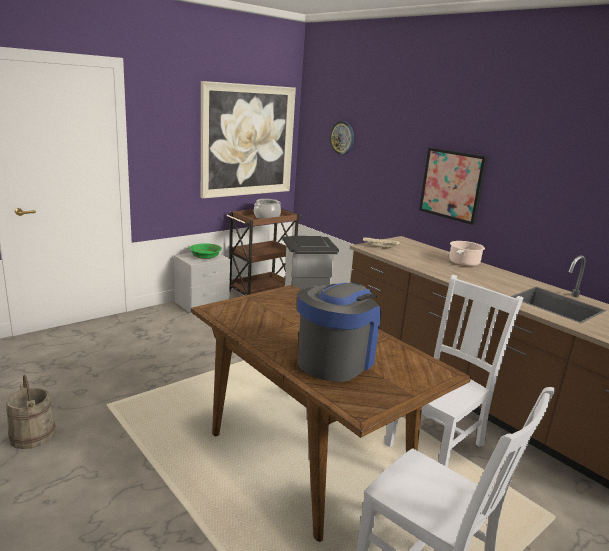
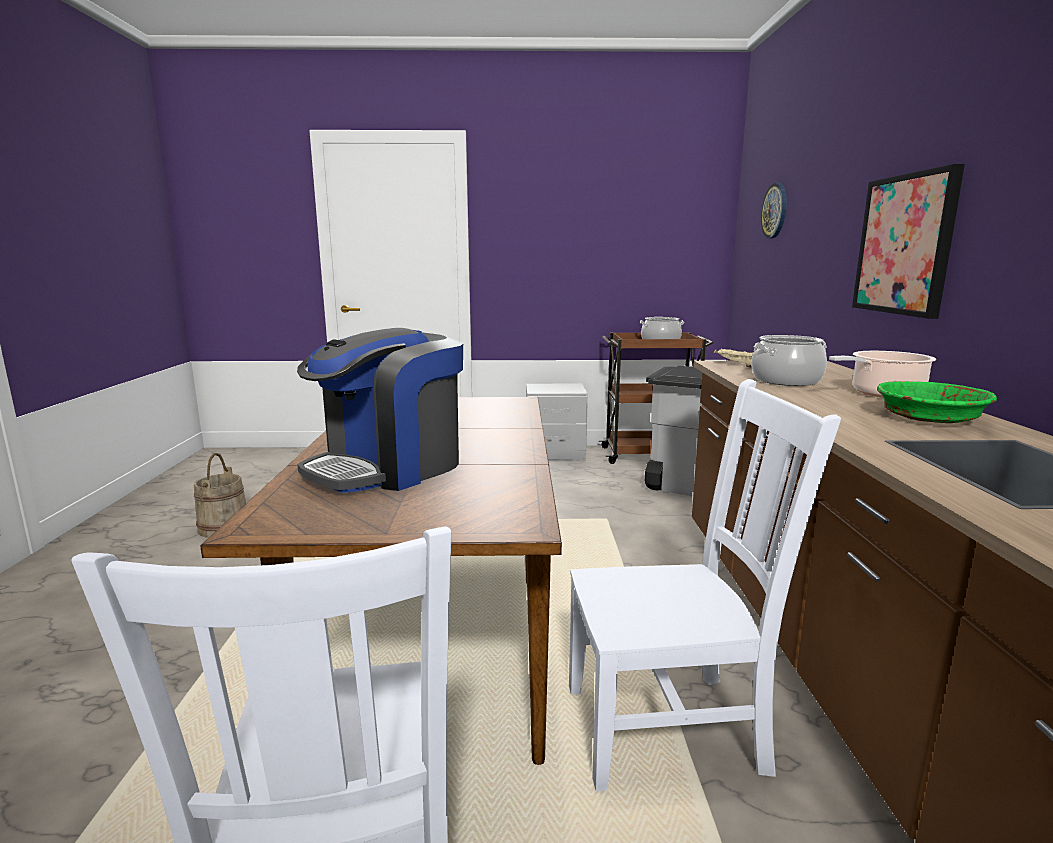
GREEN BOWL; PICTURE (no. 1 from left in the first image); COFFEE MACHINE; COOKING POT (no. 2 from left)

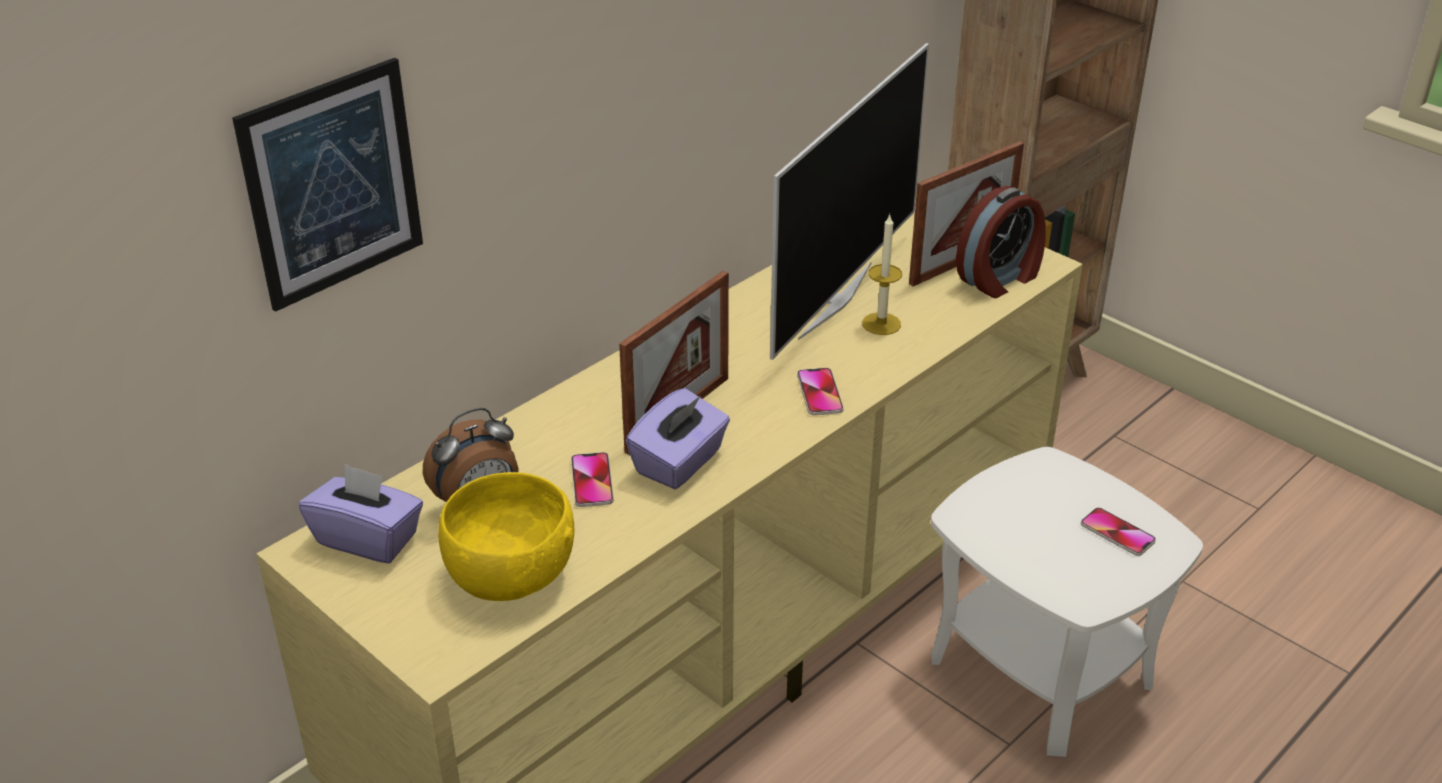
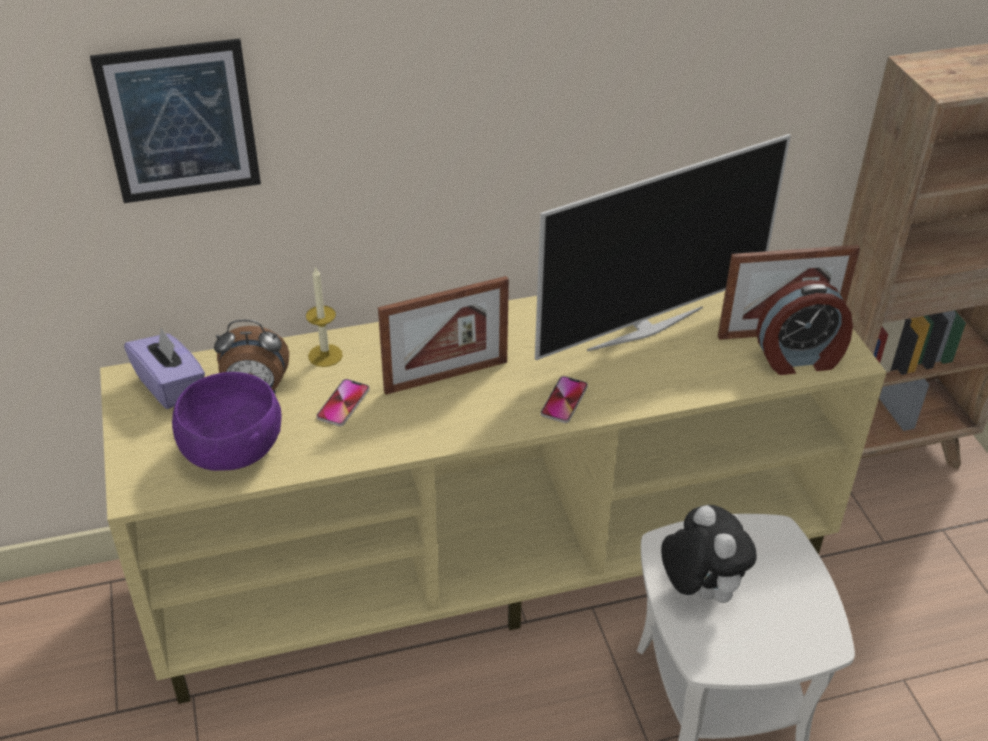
PURPLE BOWL; PURPLE TISSUE BOX (no. 2 from left in the first image); CANDLE; PHONE (no. 3 from left in the first image); PLUSH TOY

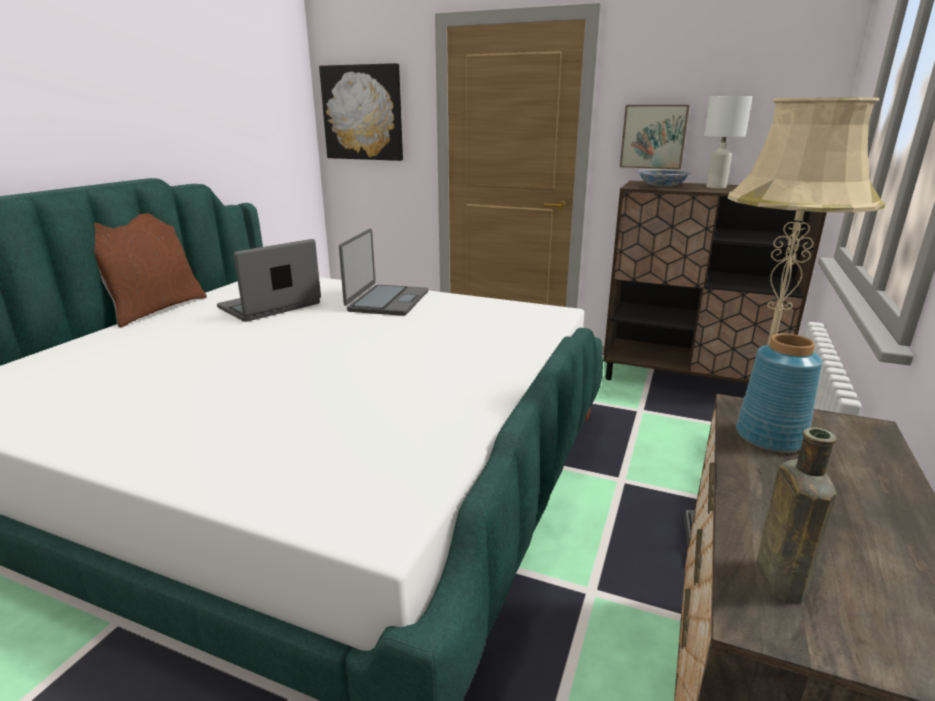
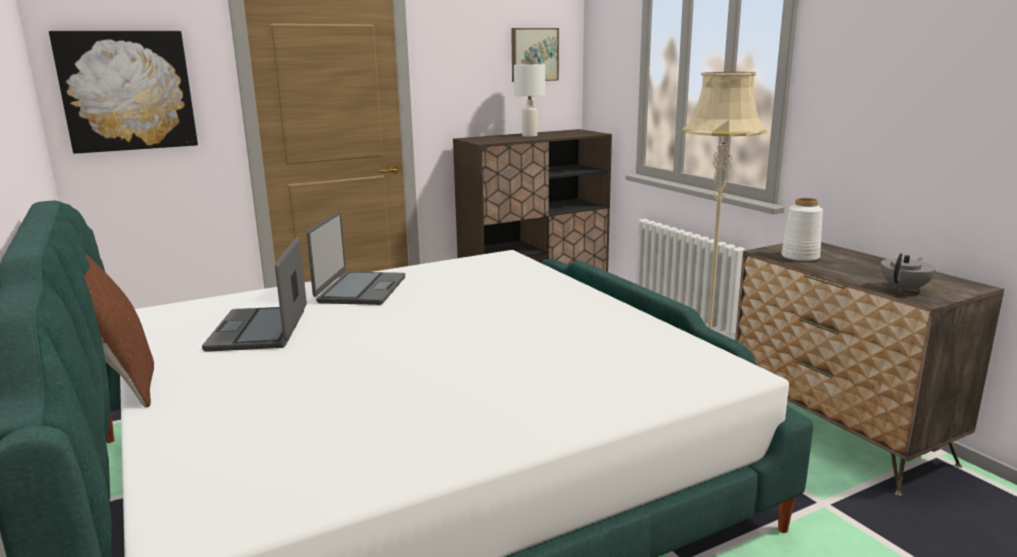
LAPTOP (no. 2 from left); PICTURE (no. 2 from left); BOWL; WHITE VASE; GREY TEAPOT

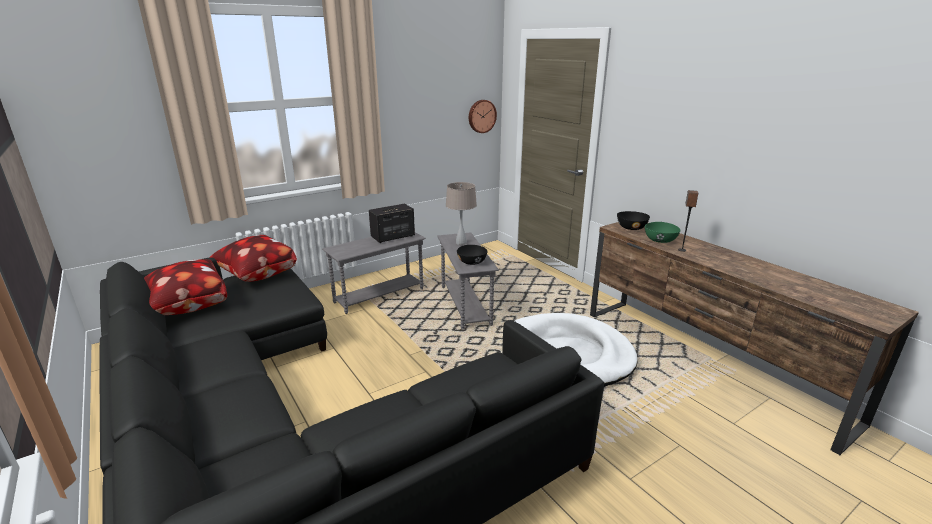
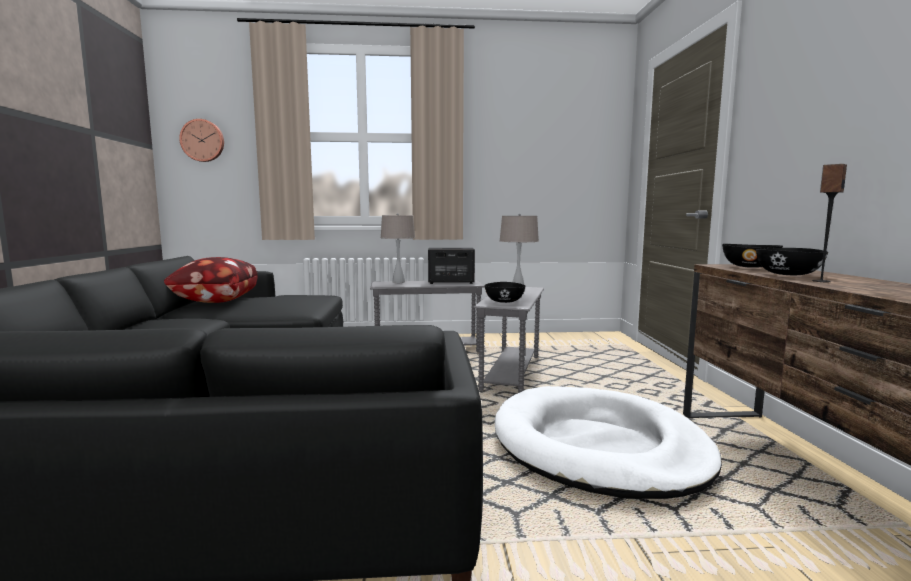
PILLOW (no. 2 from left in the first image); WALL CLOCK; BLACK BOWL (no. 3 from left); BEIGE TABLE LAMP (no. 1 from left)

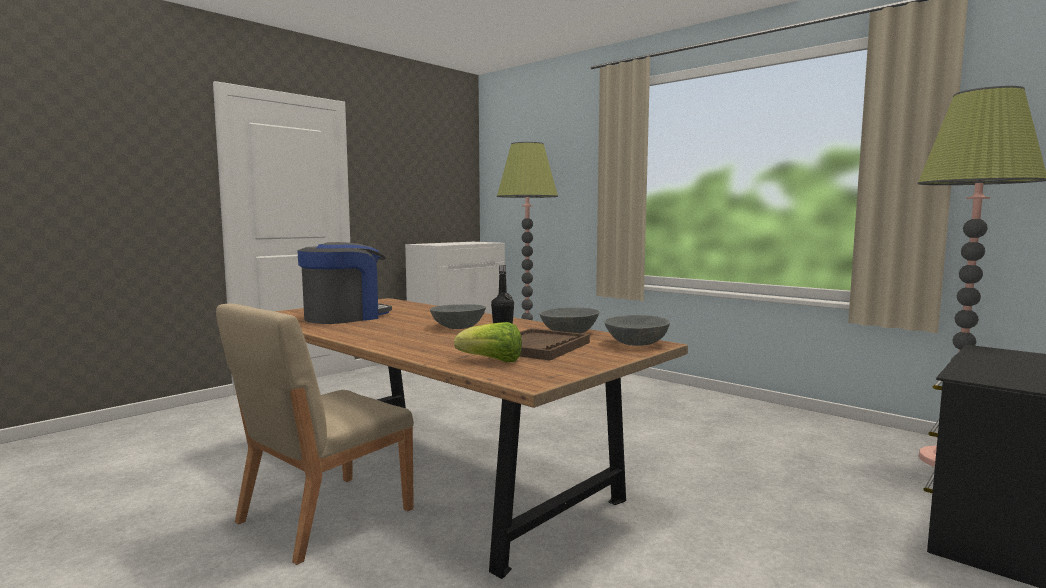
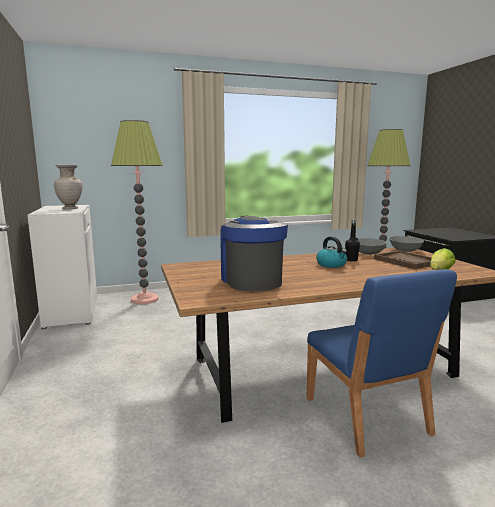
BLUE CHAIR; KETTLE; BEIGE VASE

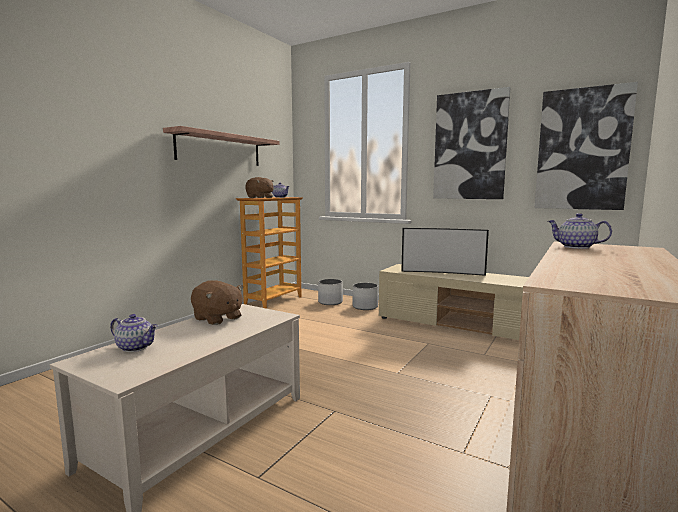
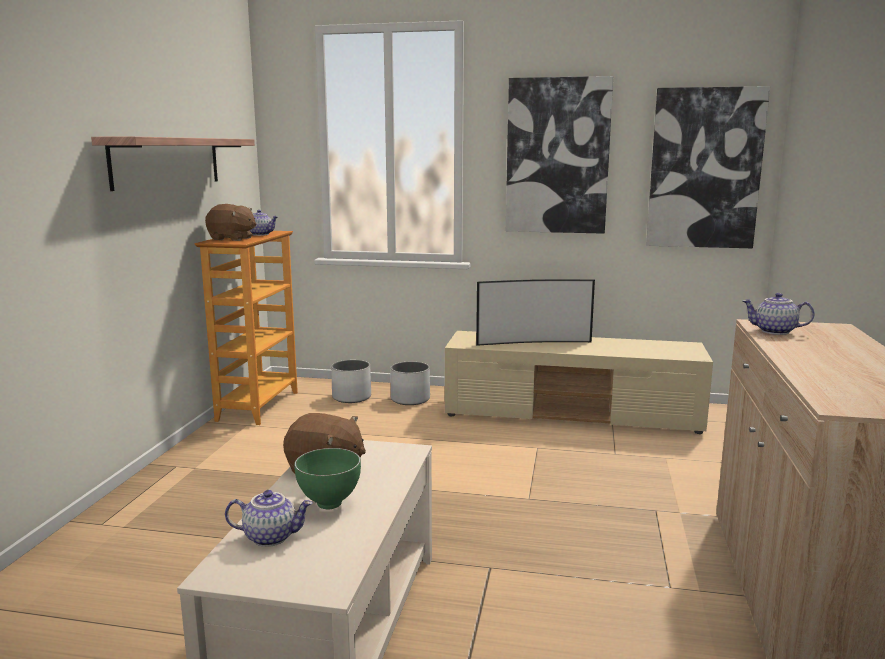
GREEN BOWL

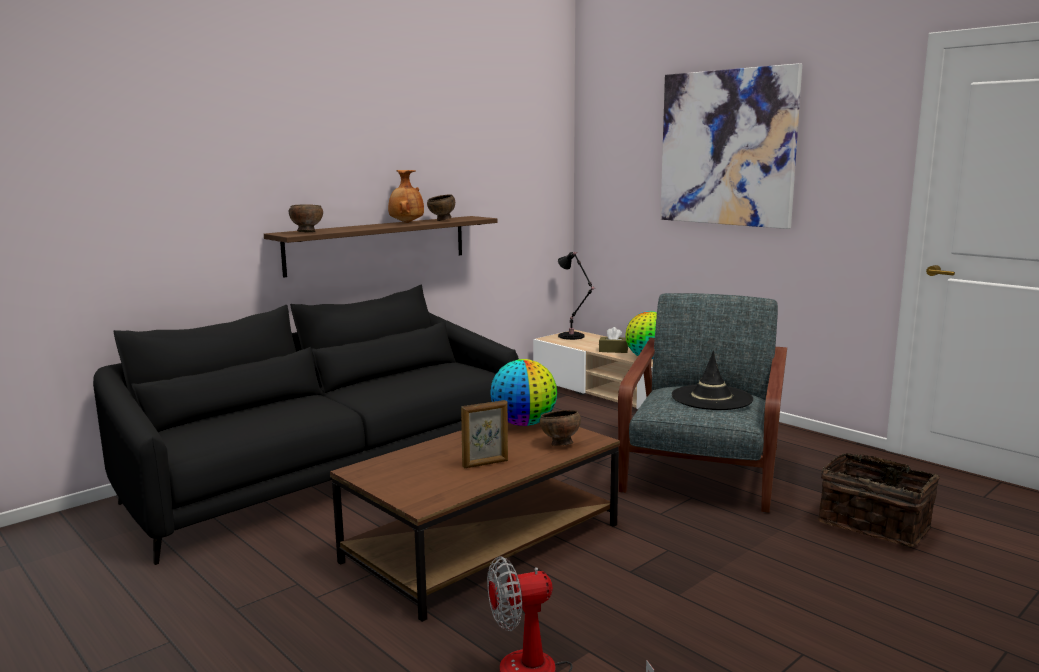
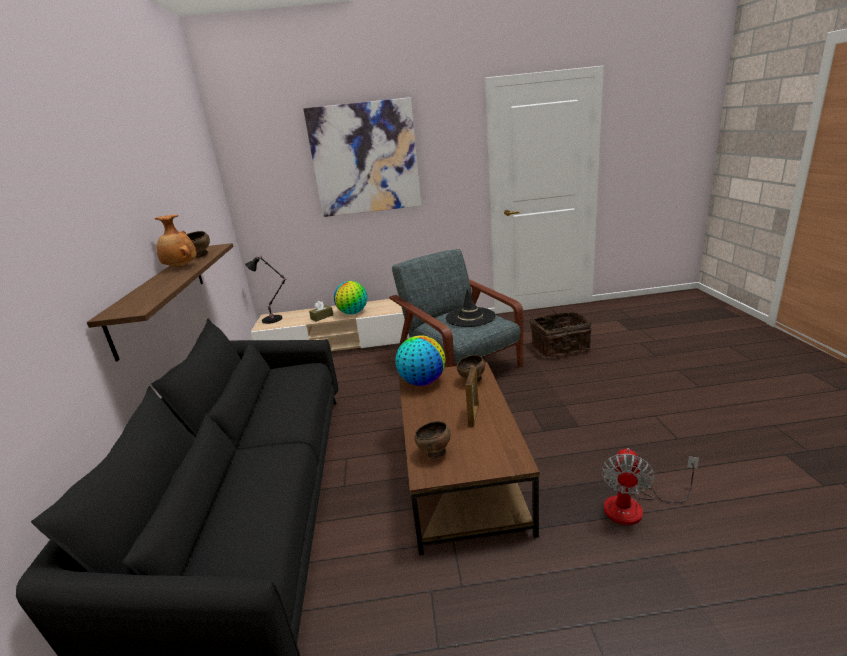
BROWN BOWL (no. 2 from left)

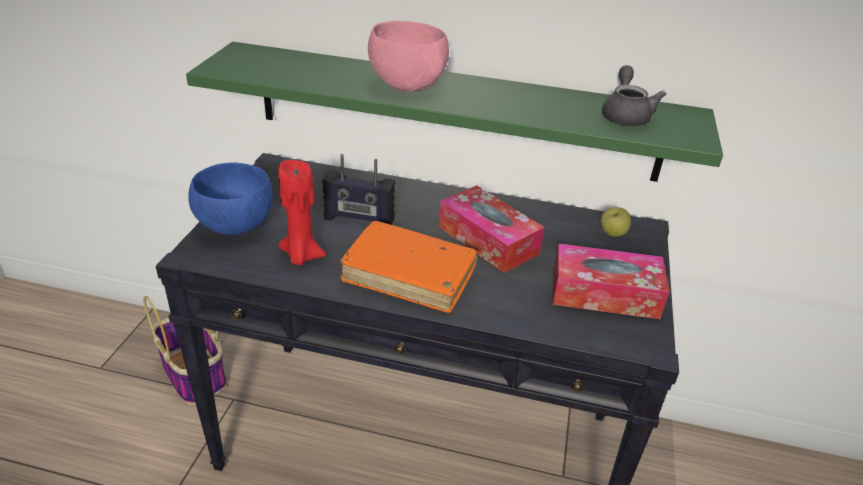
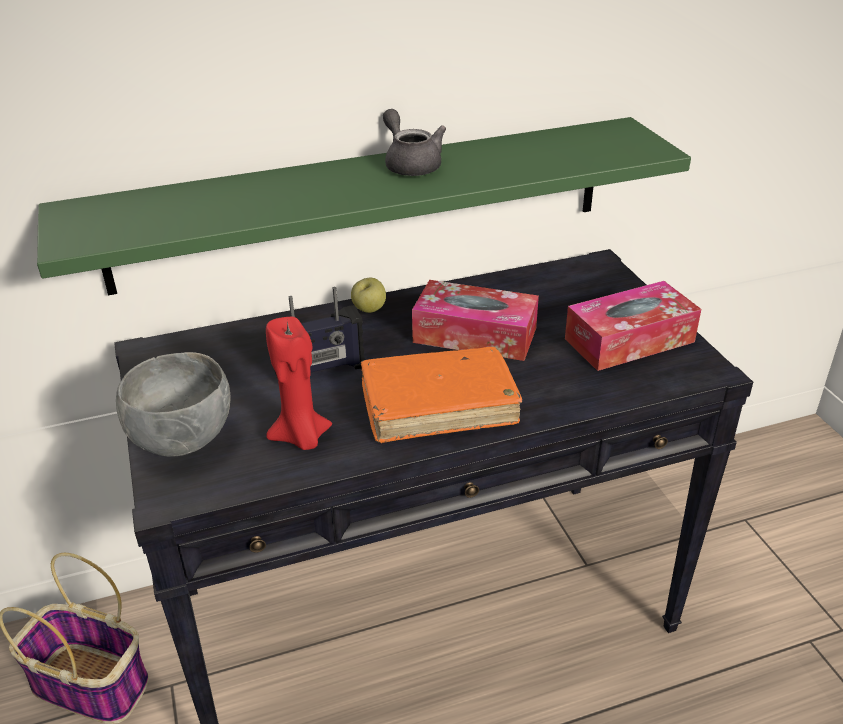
GREY BOWL; PINK BOWL; APPLE; GREY TEAPOT

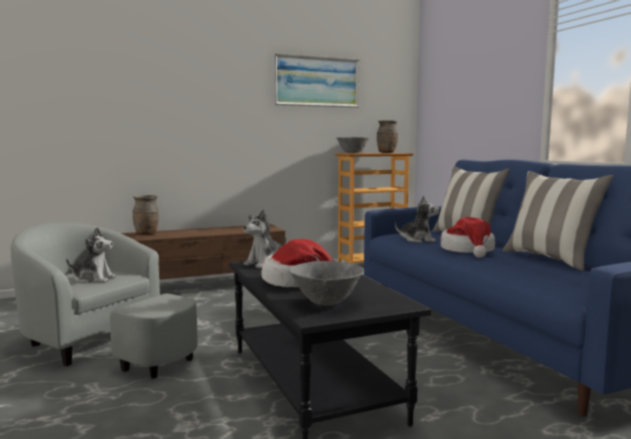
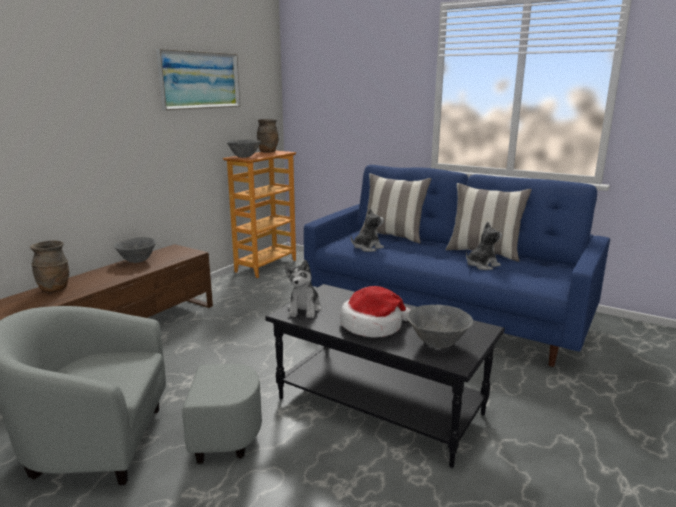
PLUSH TOY (no. 3 from left); HAT (no. 2 from left in the first image); GREY BOWL (no. 1 from left)

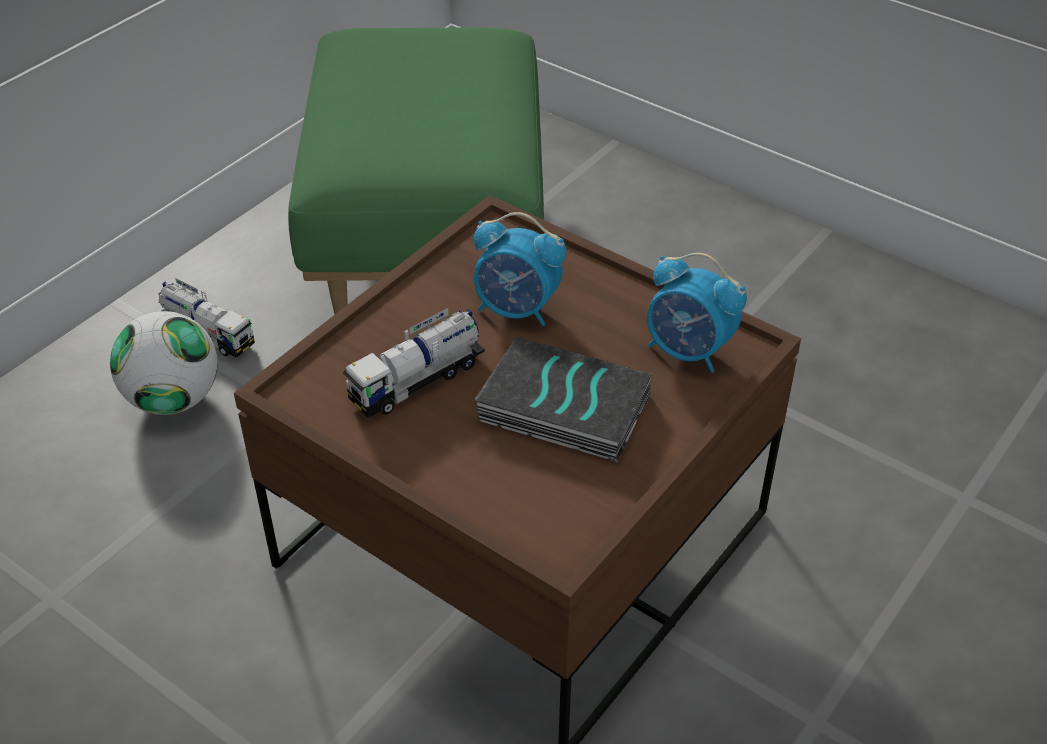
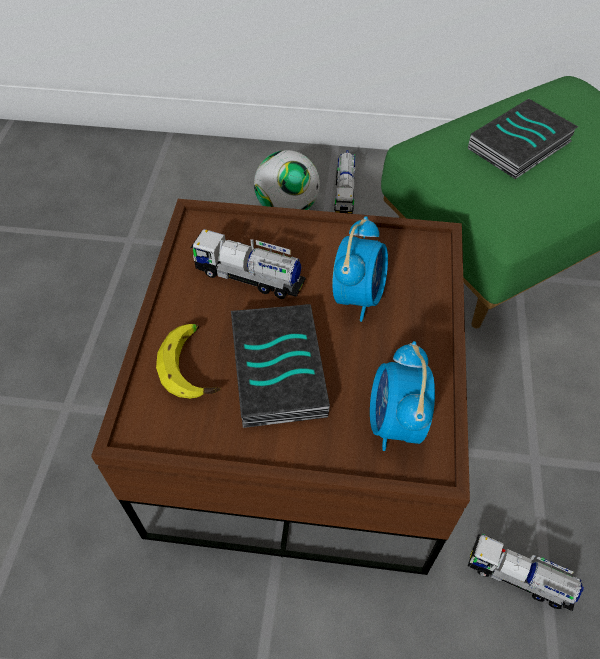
ALARM CLOCK (no. 1 from left); BANANA; BOOK (no. 2 from left); TOY TRUCK (no. 3 from left)

